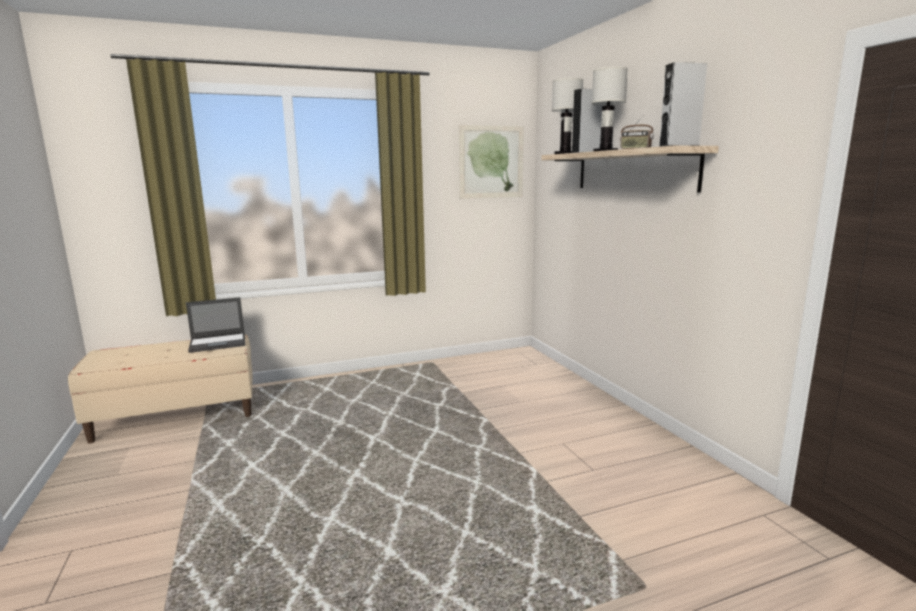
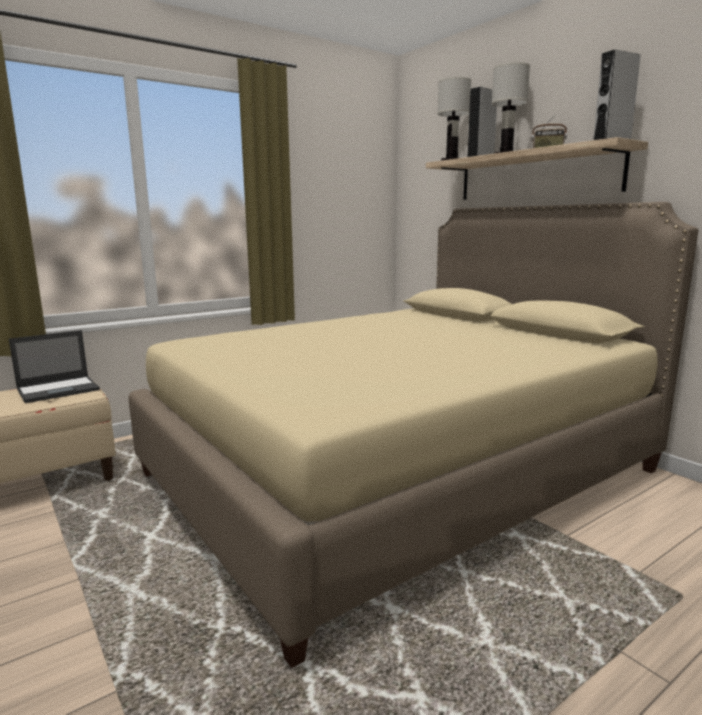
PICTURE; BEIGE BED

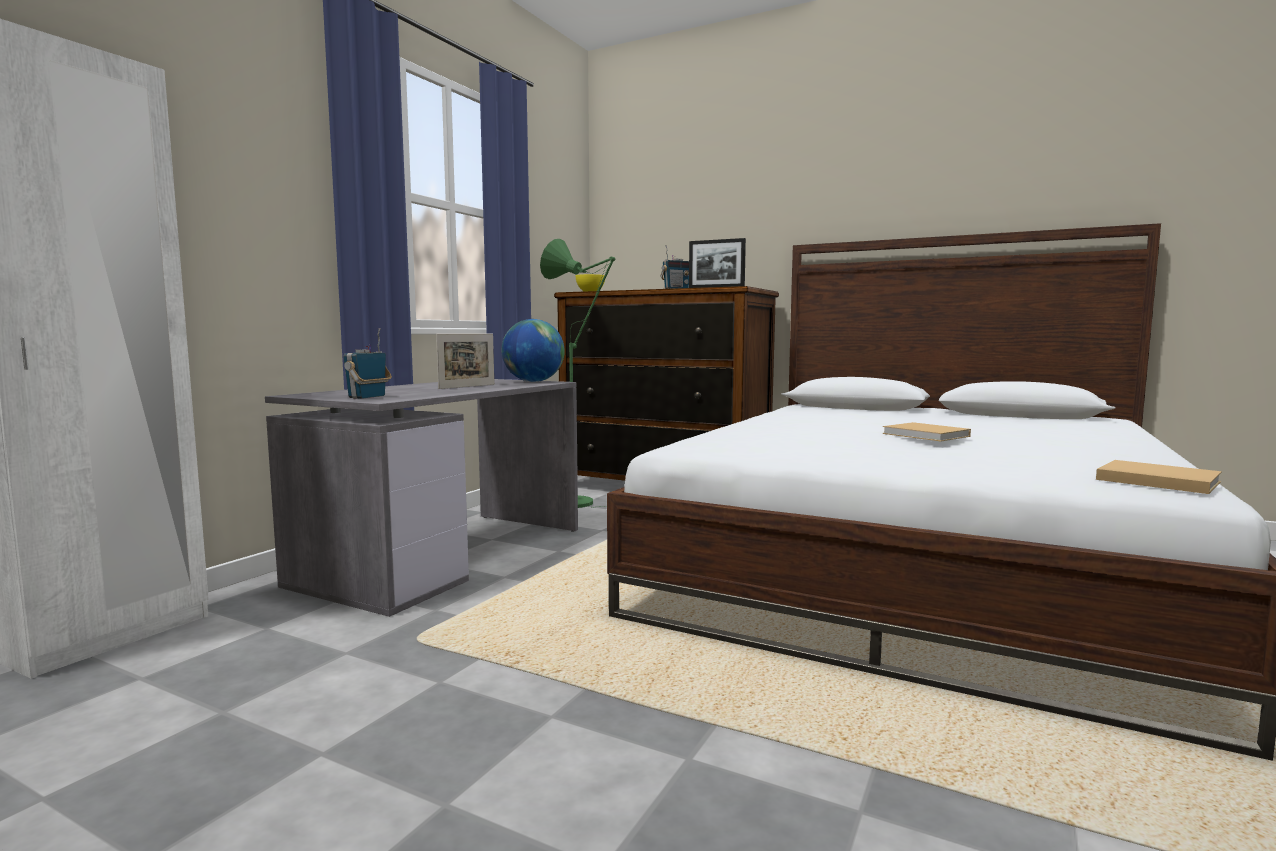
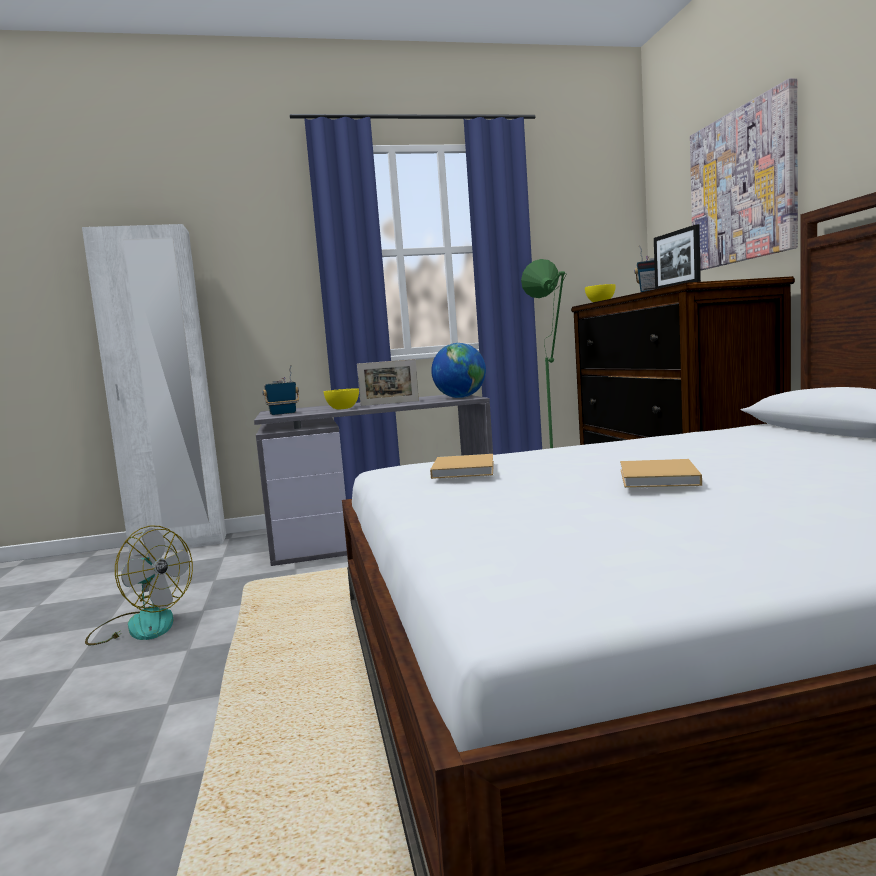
BEIGE BOOK (no. 1 from left); FAN; YELLOW BOWL (no. 1 from left); PICTURE

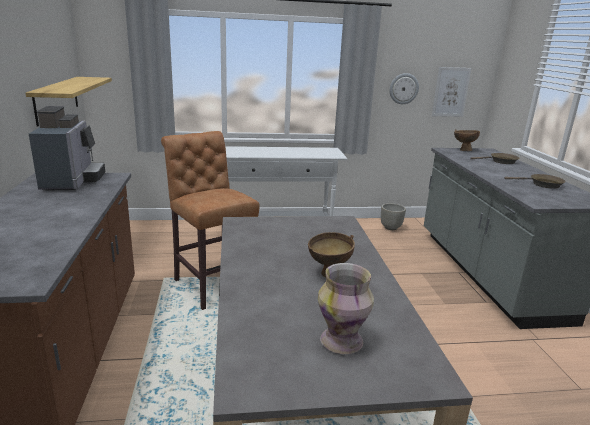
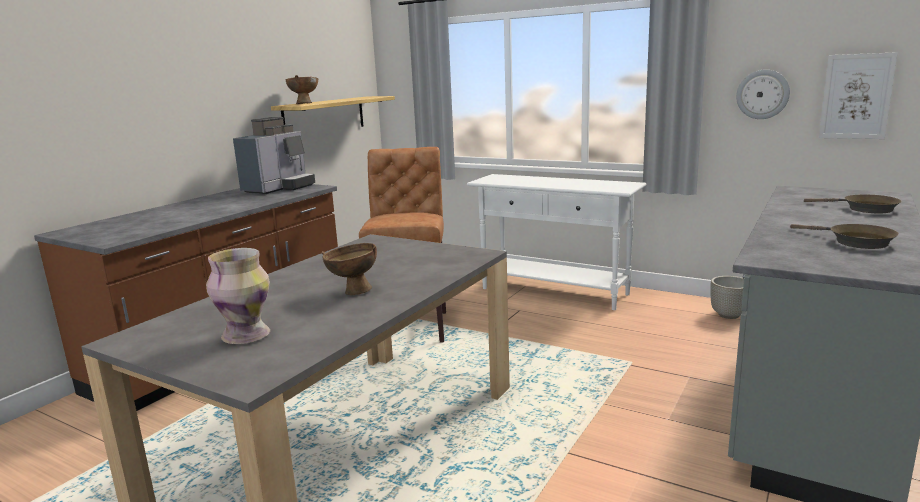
BROWN BOWL (no. 1 from left)

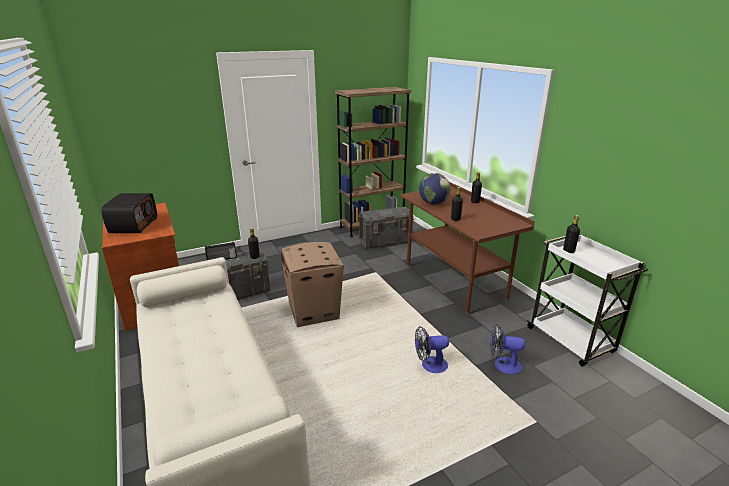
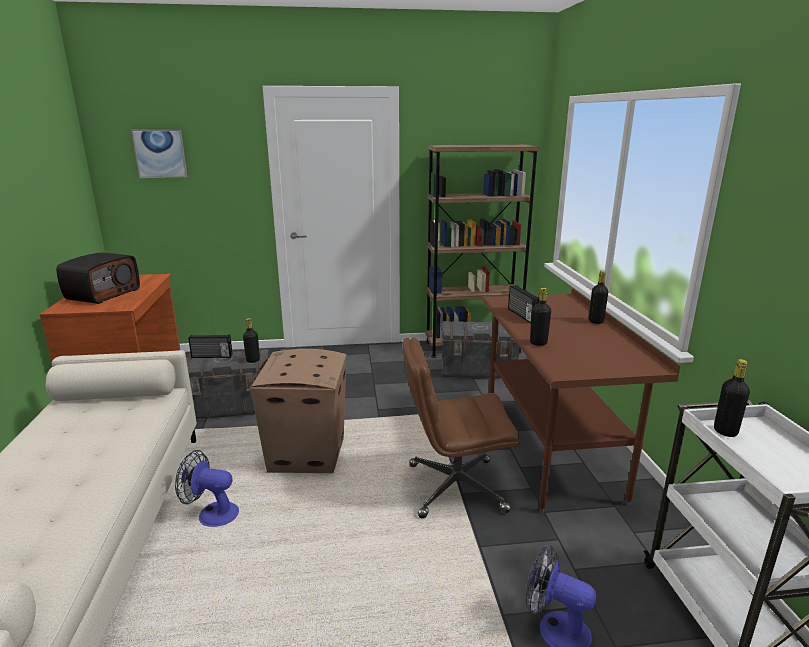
FAN (no. 1 from left); RADIO (no. 3 from left); PICTURE; BROWN OFFICE CHAIR

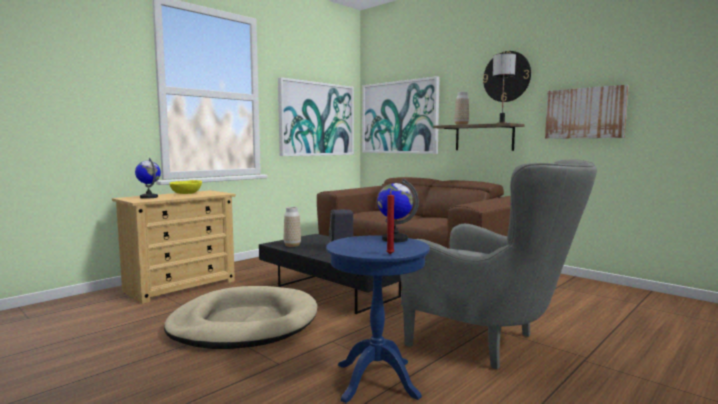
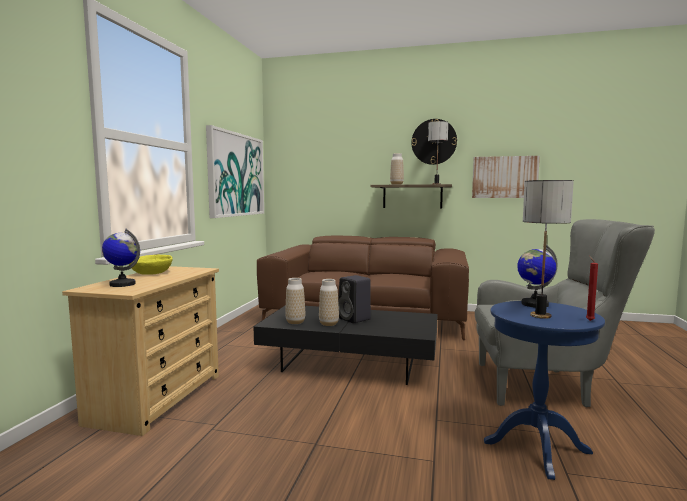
BEIGE DOG BED; PICTURE (no. 2 from left in the first image); VASE (no. 2 from left); TABLE LAMP (no. 2 from left)

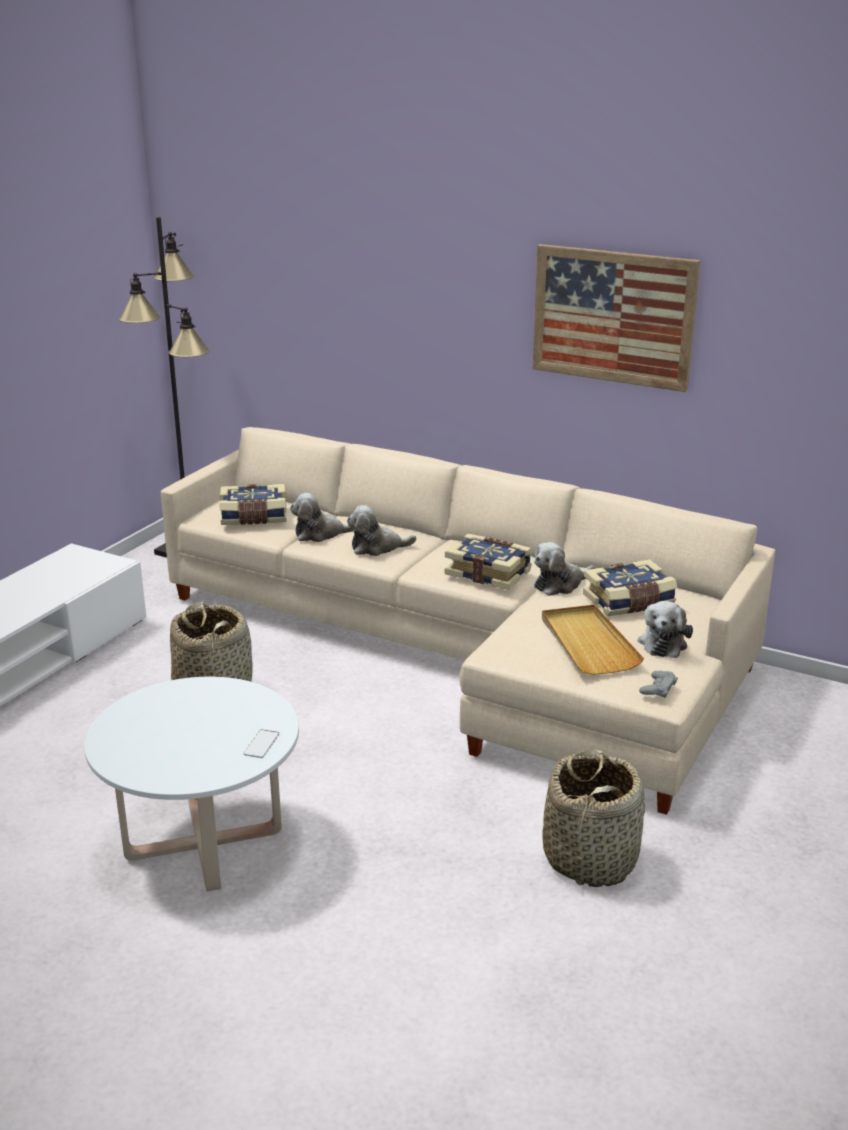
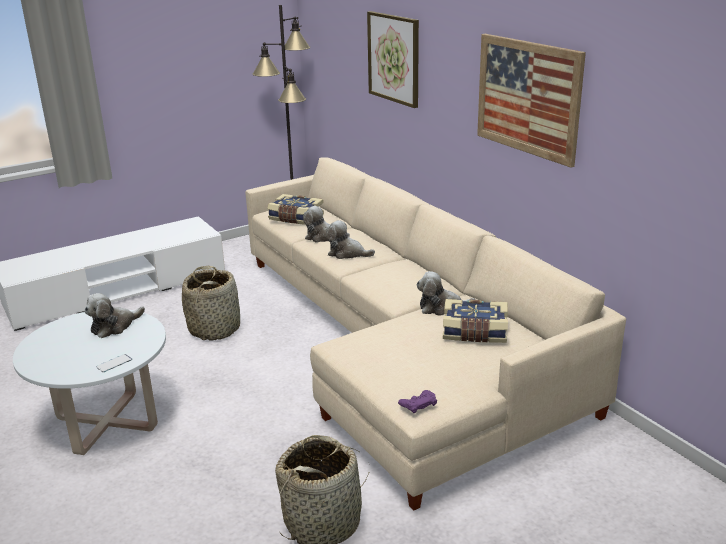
BOOK (no. 2 from left in the first image); BEIGE TRAY; PLUSH TOY (no. 1 from left); PURPLE GAME CONTROLLER; PICTURE (no. 1 from left)

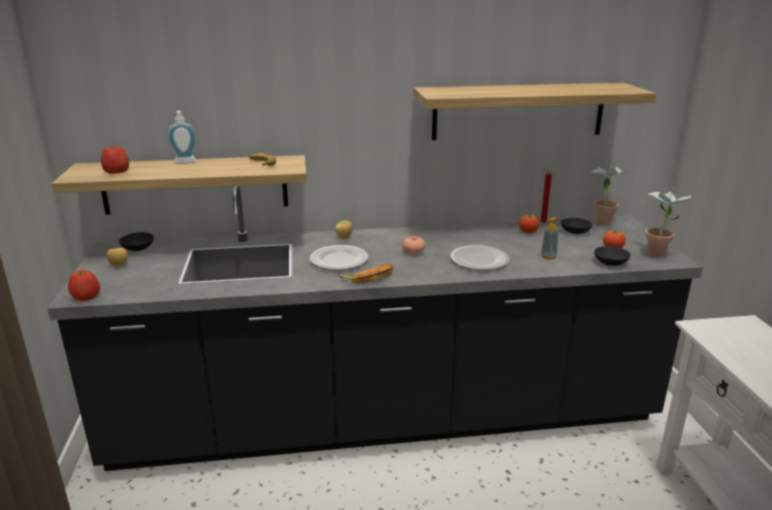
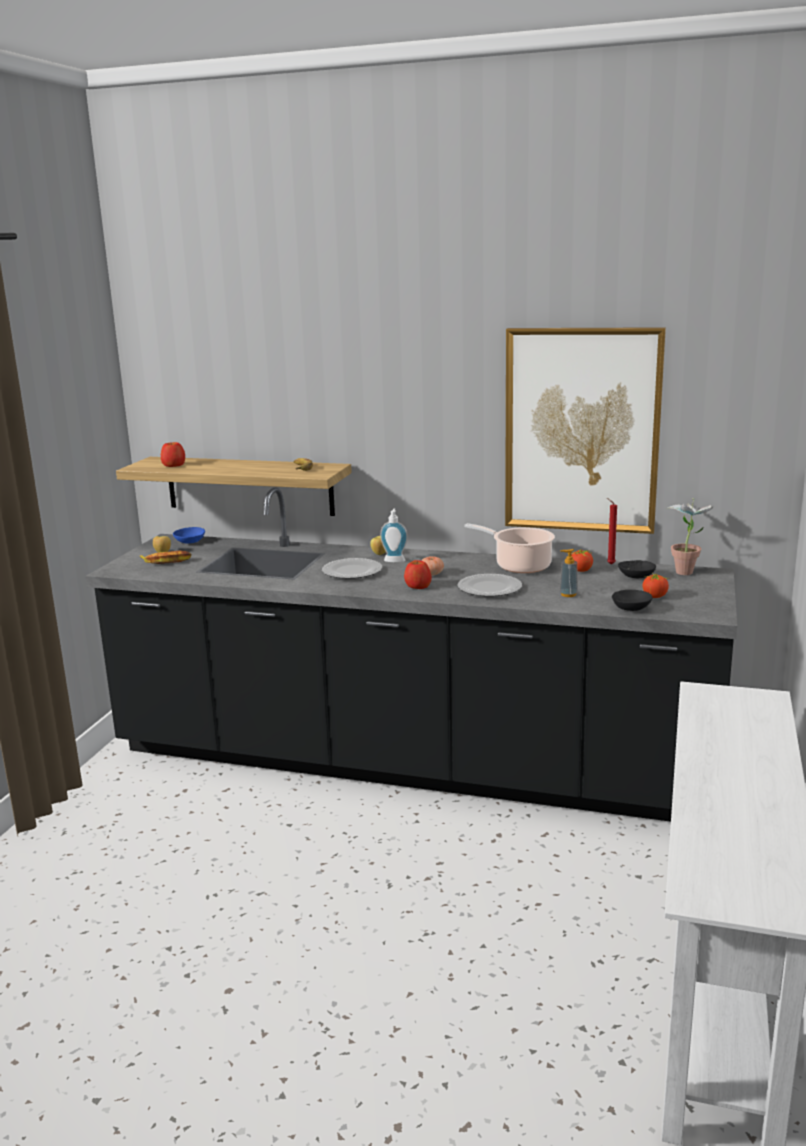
APPLE (no. 4 from left); BLUE BOWL; SOAP DISPENSER (no. 1 from left); BANANA (no. 1 from left); PICTURE; POTTED PLANT (no. 2 from left in the first image); COOKING POT

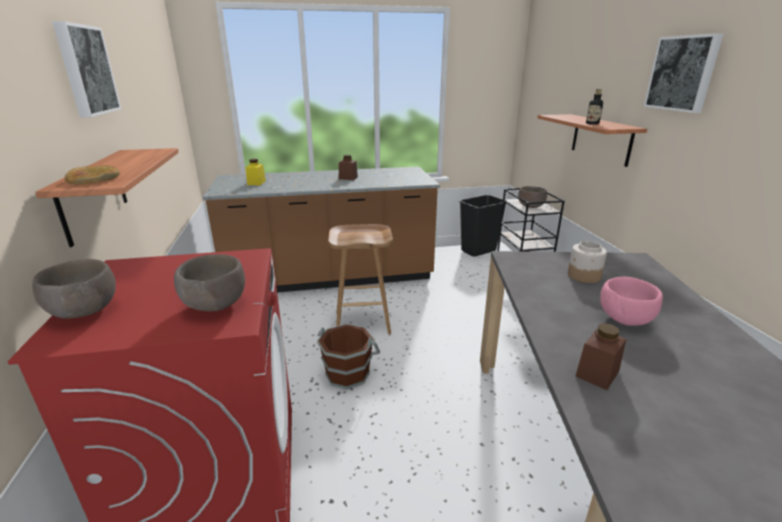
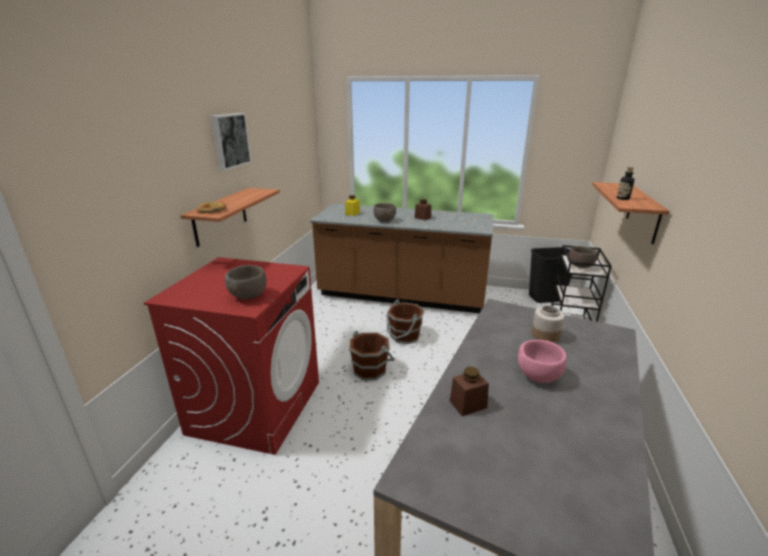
BROWN BOWL (no. 2 from left); BROWN BUCKET (no. 2 from left); PICTURE (no. 2 from left in the first image)

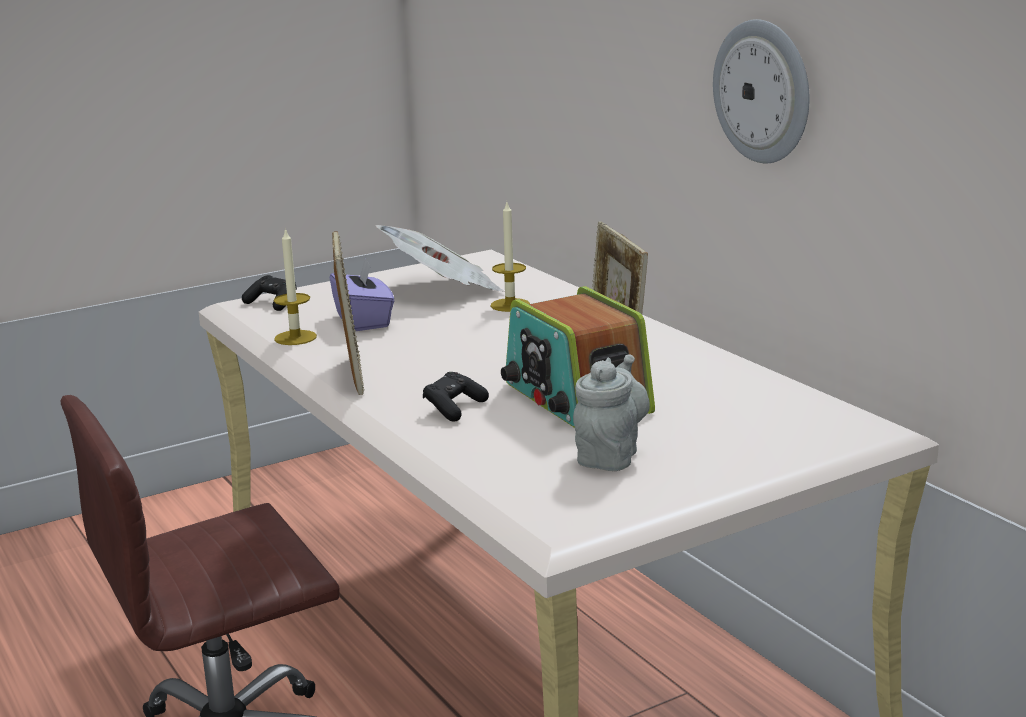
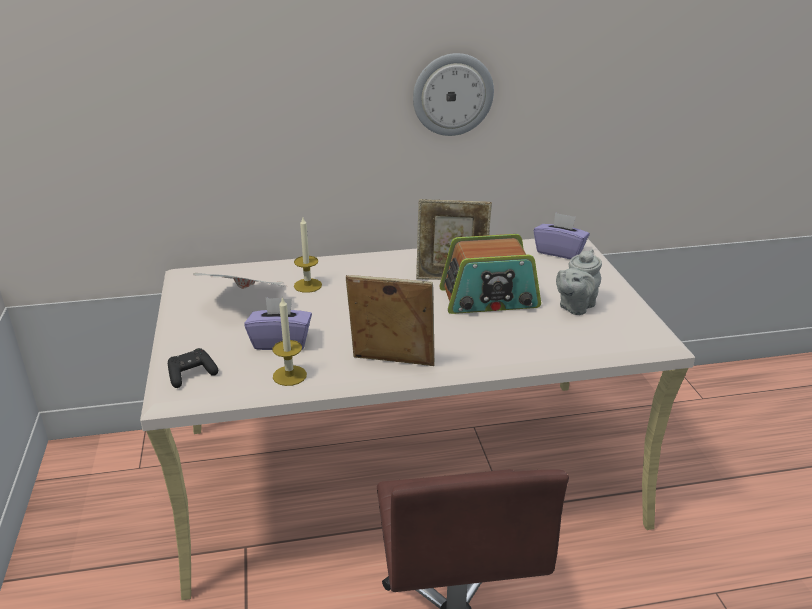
BLACK GAME CONTROLLER (no. 2 from left in the first image); GREY TEAPOT; PURPLE TISSUE BOX (no. 2 from left)

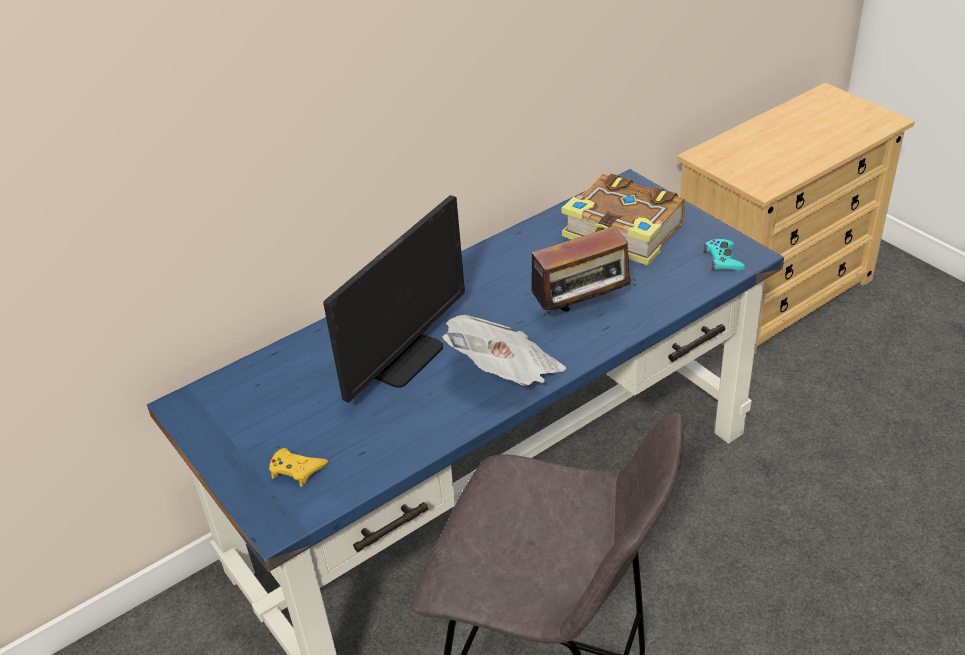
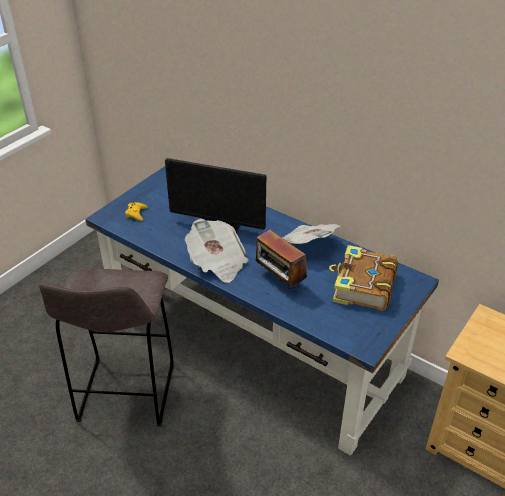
TURQUOISE GAME CONTROLLER; NEWSPAPER (no. 2 from left)

